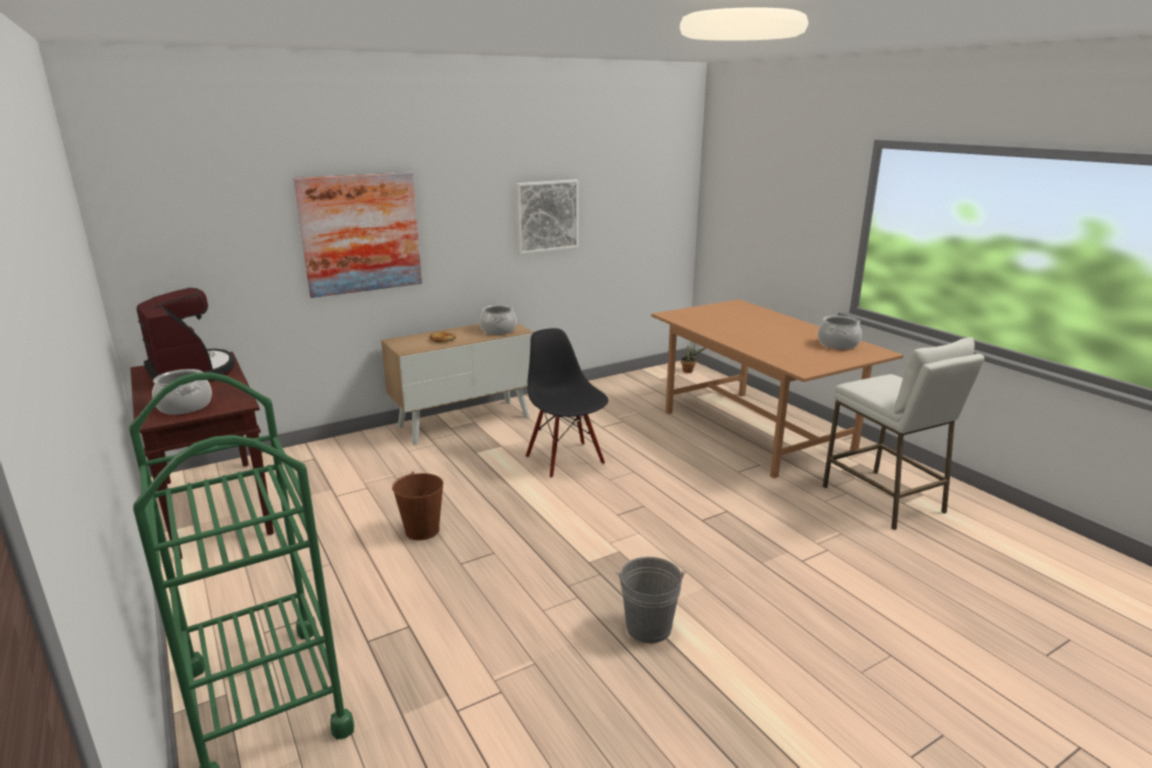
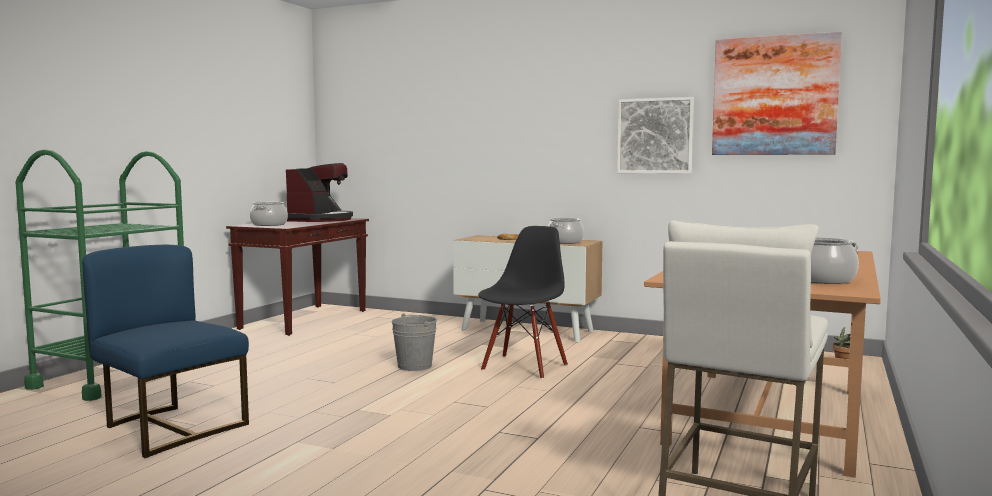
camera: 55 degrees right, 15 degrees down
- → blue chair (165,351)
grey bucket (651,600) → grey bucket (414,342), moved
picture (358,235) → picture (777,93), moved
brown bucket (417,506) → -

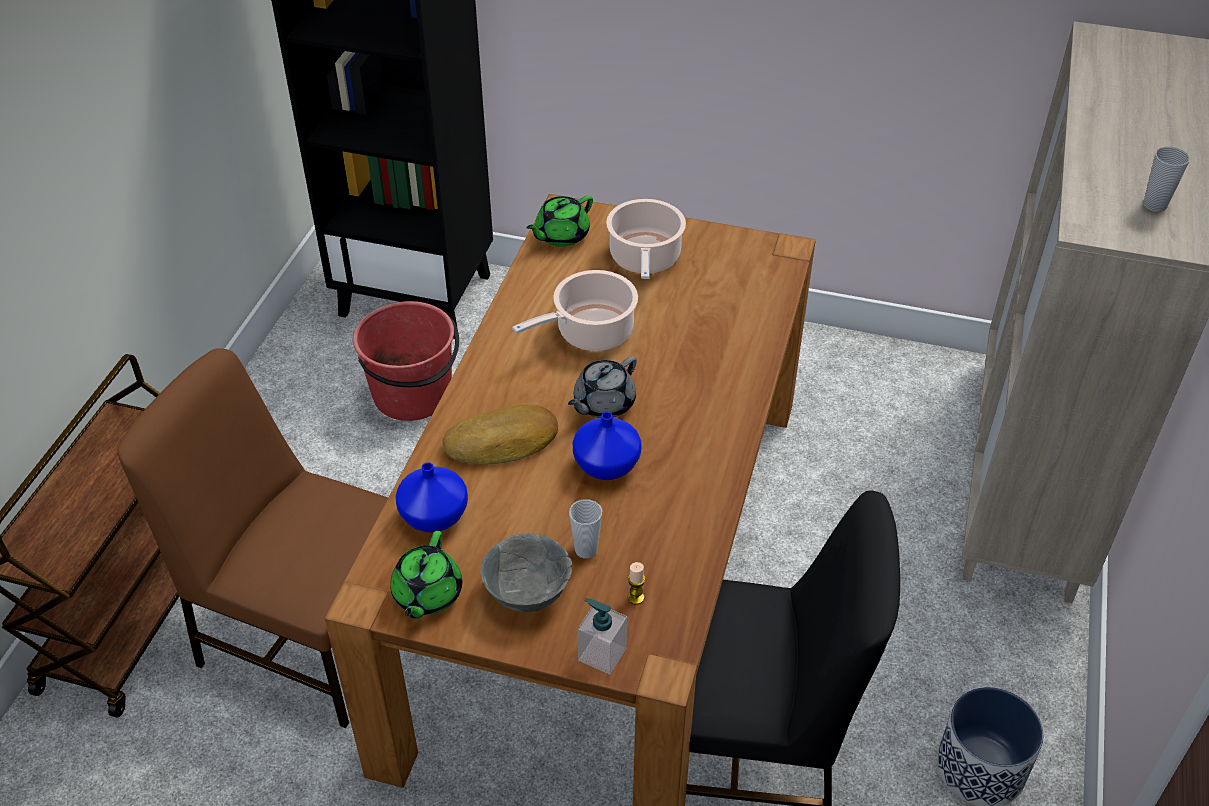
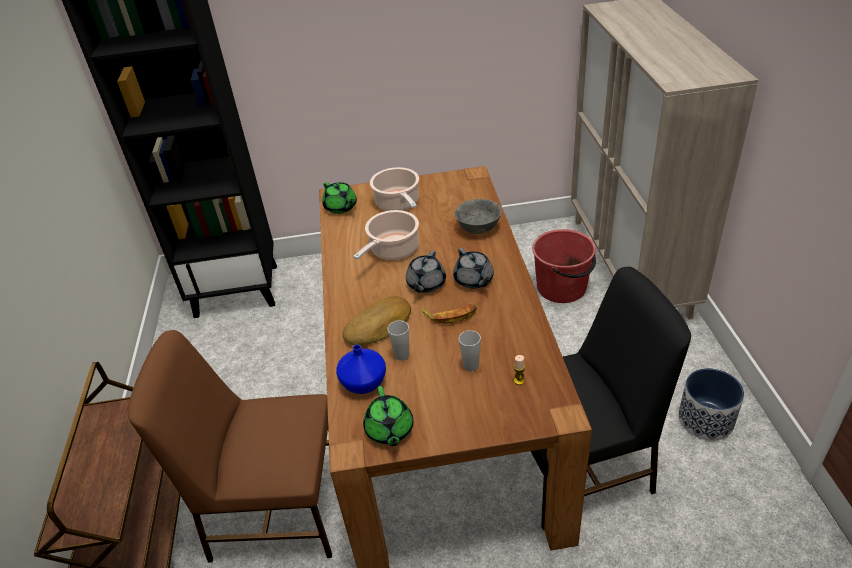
camera: 20 degrees left, 5 degrees down
green teapot (559,221) → green teapot (339,198), 60 degrees counterclockwise
cup (1166,179) → cup (398,340), moved
blue vase (607,446) → banana (449,314)
- → grey teapot (473,268)
grey bowl (526,572) → grey bowl (478,216), moved
red bucket (406,361) → red bucket (564,266), moved
soap dispenser (602,636) → -

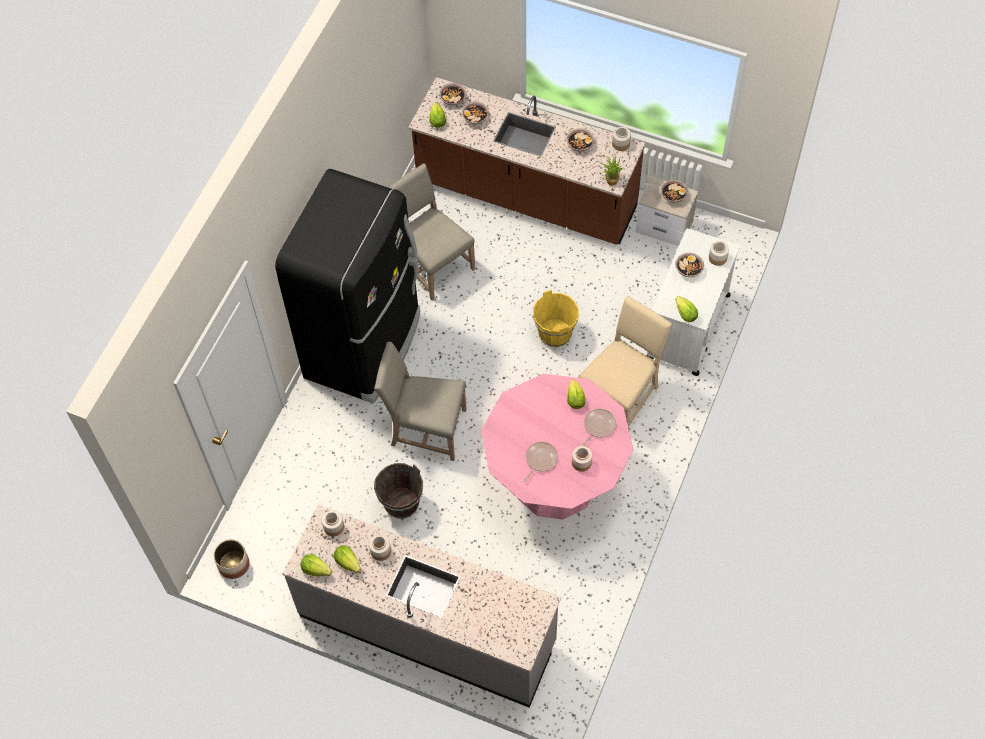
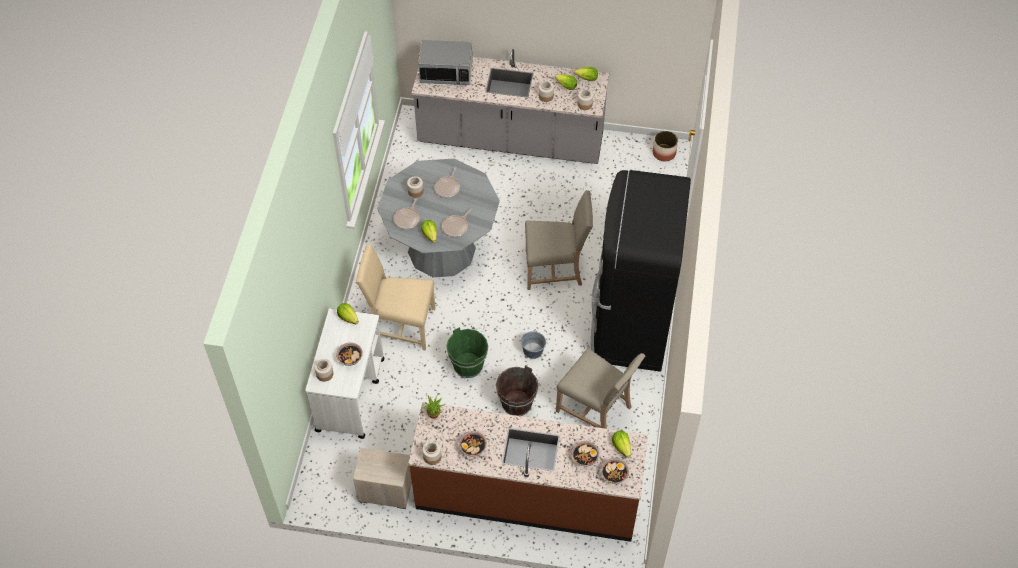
camera: 165 degrees right, 5 degrees down
beige chair (625,361) → beige chair (395,297), 75 degrees clockwise
pink dining table (557,446) → grey dining table (438,218)
- → microwave (445,62)
- → frying pan (457,222)
yellow bucket (556,318) → green bucket (467,352)
brown bucket (398,491) → brown bucket (517,390), moved
- → grey bucket (533,345)
bowl (674,191) → -

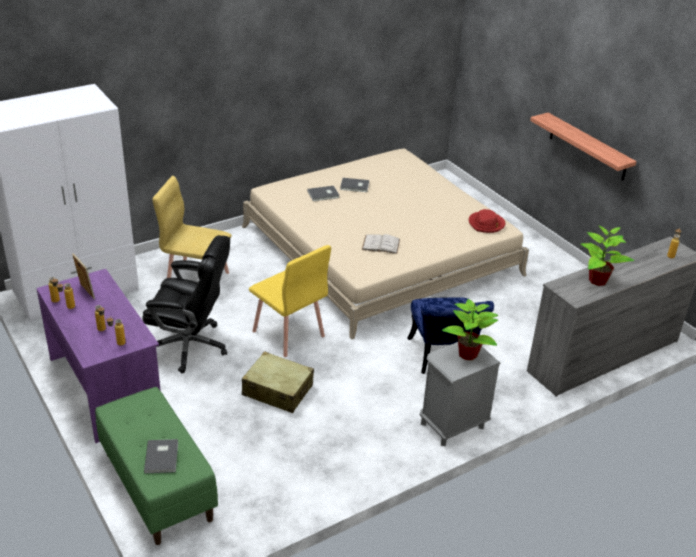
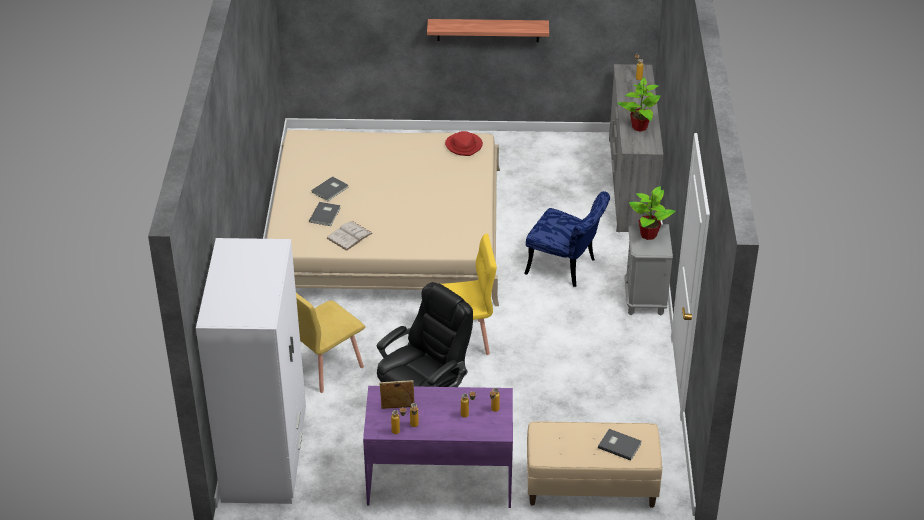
camera: 55 degrees left, 5 degrees up
white book (381,244) → white book (349,236), moved
green bench (156,466) → beige bench (594,464)
beige suitcase (278,382) → -

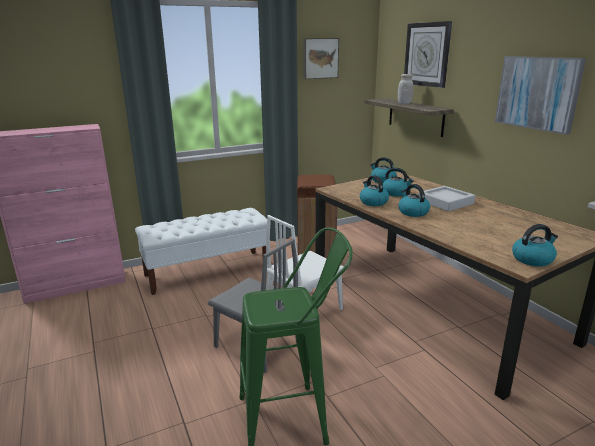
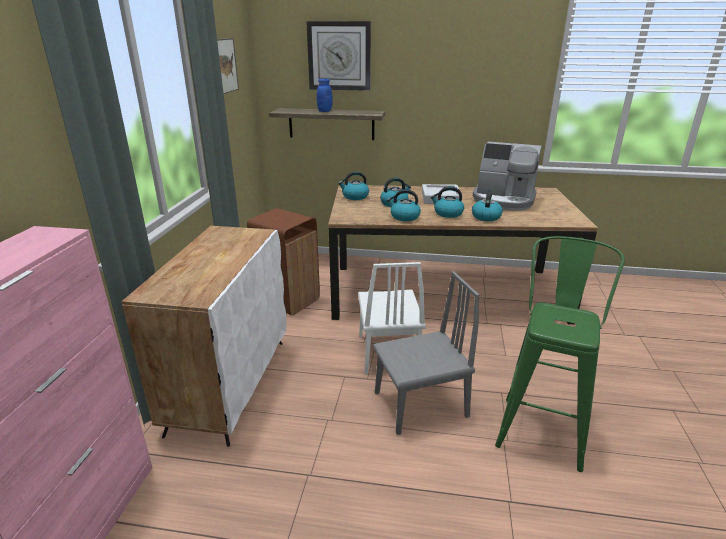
camera: 55 degrees left, 5 degrees up
white bench (201,251) → white cabinet (204,336)
white jar (406,89) → blue jar (325,95)
kettle (535,245) → kettle (487,205), moved
- → coffee machine (507,176)
picture (540,95) → -

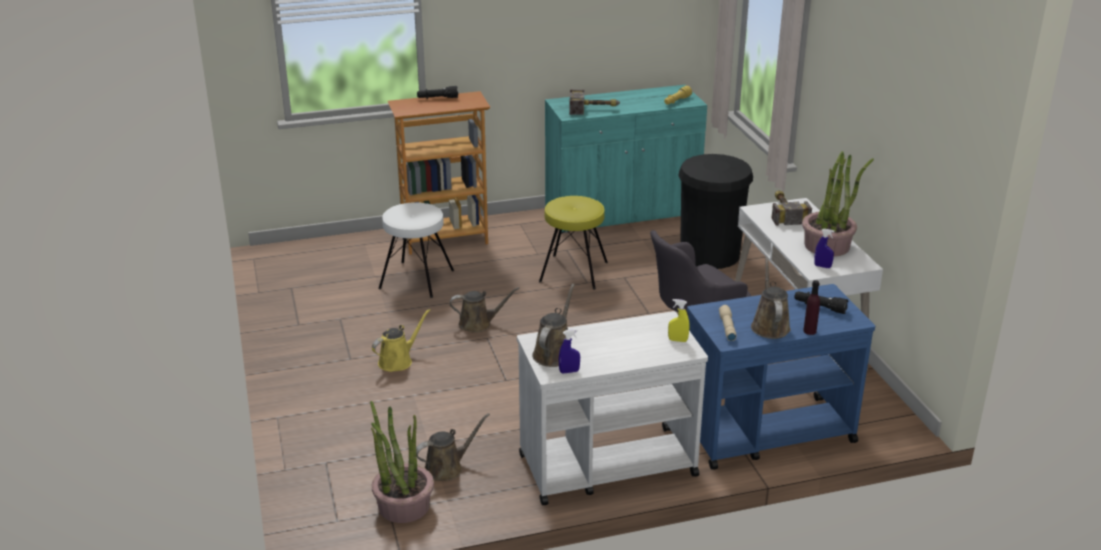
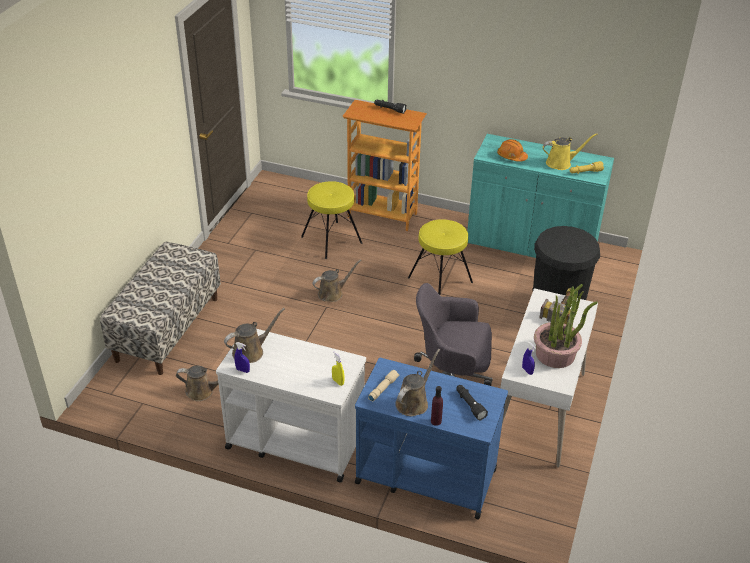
camera: 35 degrees right, 10 degrees up
- → bench (160,308)
white stool (416,250) → yellow stool (331,220)
brown watering can (485,310) → brown watering can (337,280), 60 degrees counterclockwise
hammer (594,102) → orange hard hat (512,150)
yellow watering can (401,340) → yellow watering can (570,151), moved
potted plant (402,462) → -

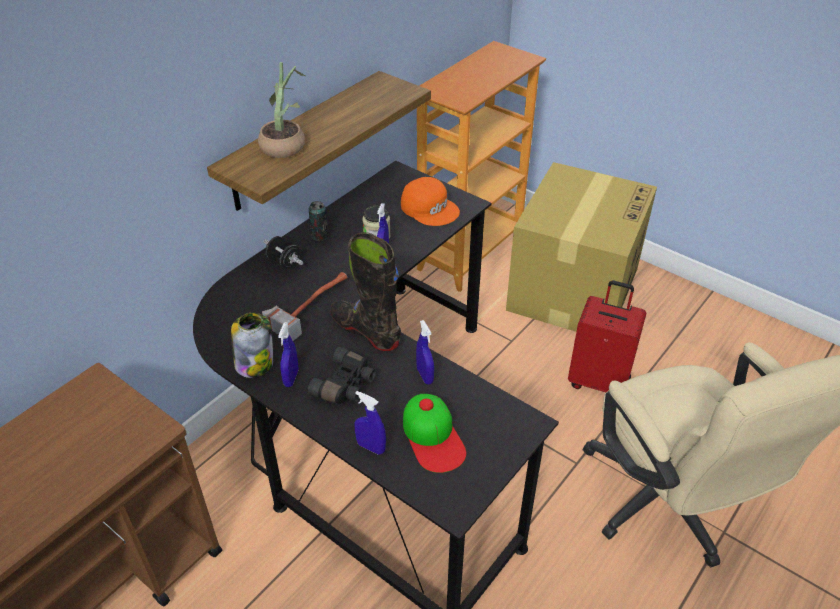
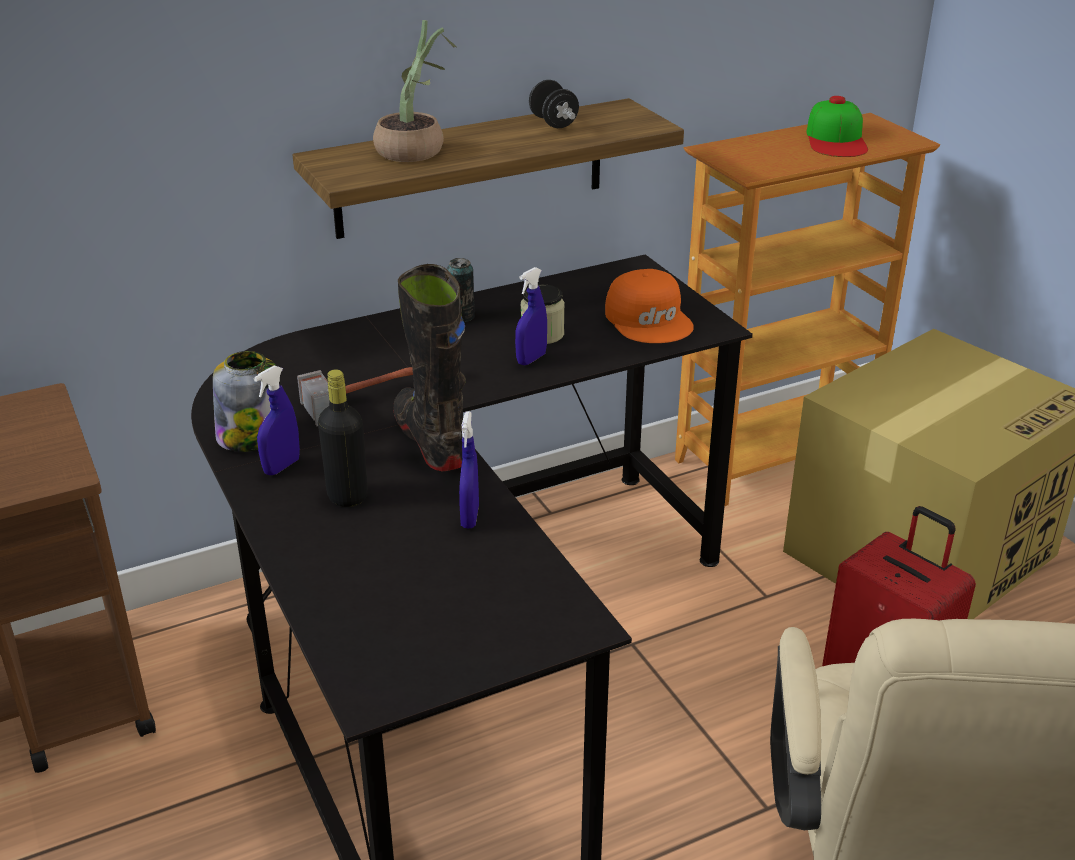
camera: 25 degrees right, 10 degrees down
black binoculars (342,375) → black bottle (343,438)
black dumbbell (283,252) → black dumbbell (554,104), moved
cap (434,433) → cap (837,126), moved
blue spray bottle (370,423) → -

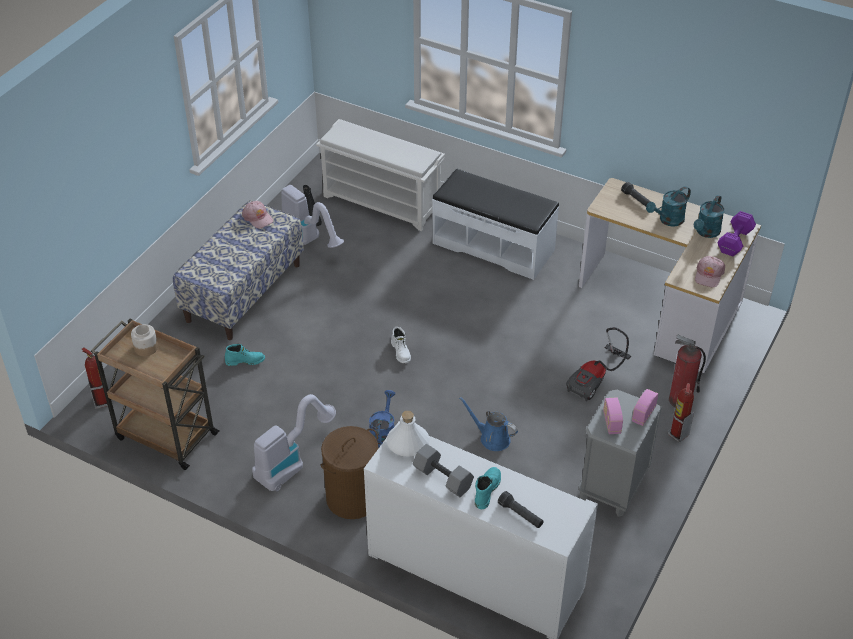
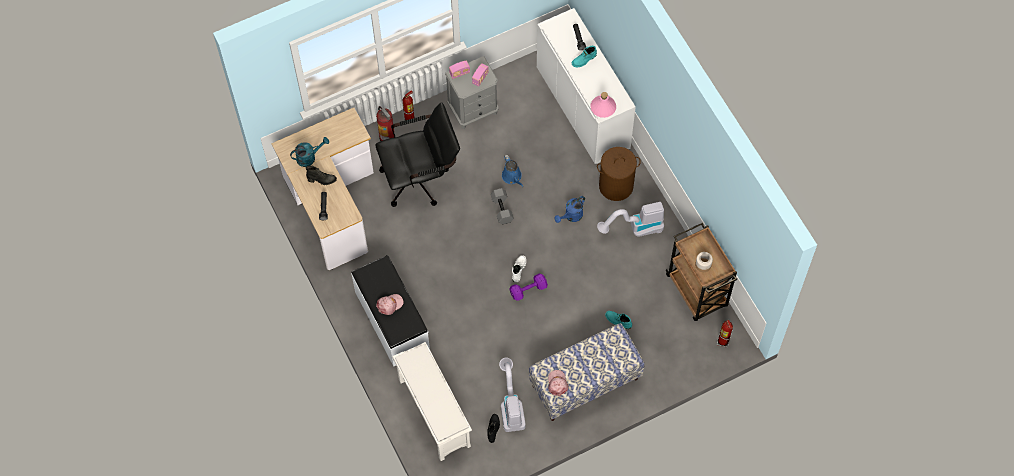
camera: 145 degrees left, 20 degrees up
turquoise watering can (668,206) → black boot (321,175)
vacuum cleaner (598,364) → black office chair (417,154)
pink cap (710,271) → pink cap (390,304), moved
grey dumbbell (443,470) → grey dumbbell (502,206), moved
purple dumbbell (736,233) → purple dumbbell (528,287), moved
white bottle (408,434) → pink bottle (603,105)

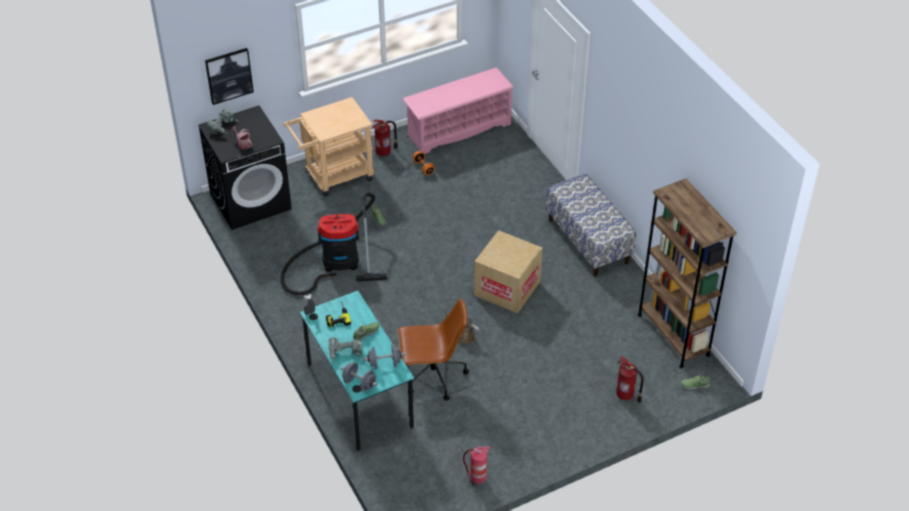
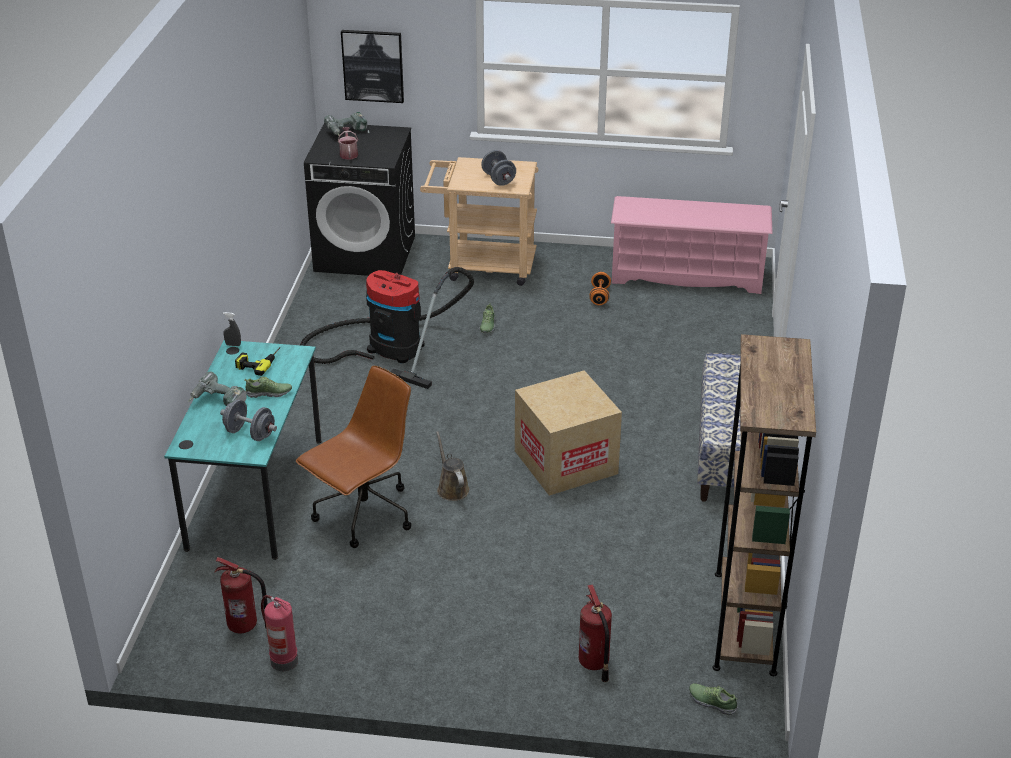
camera: 35 degrees right, 10 degrees down
fire extinguisher (385,138) → fire extinguisher (241,595), moved
brown office chair (433,349) → brown office chair (353,457), 75 degrees counterclockwise
grey dumbbell (359,377) → grey dumbbell (498,168), moved

